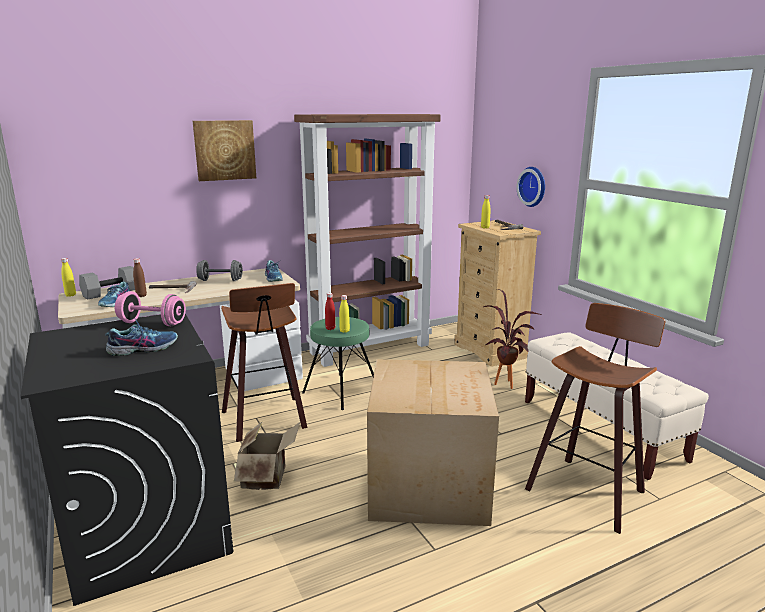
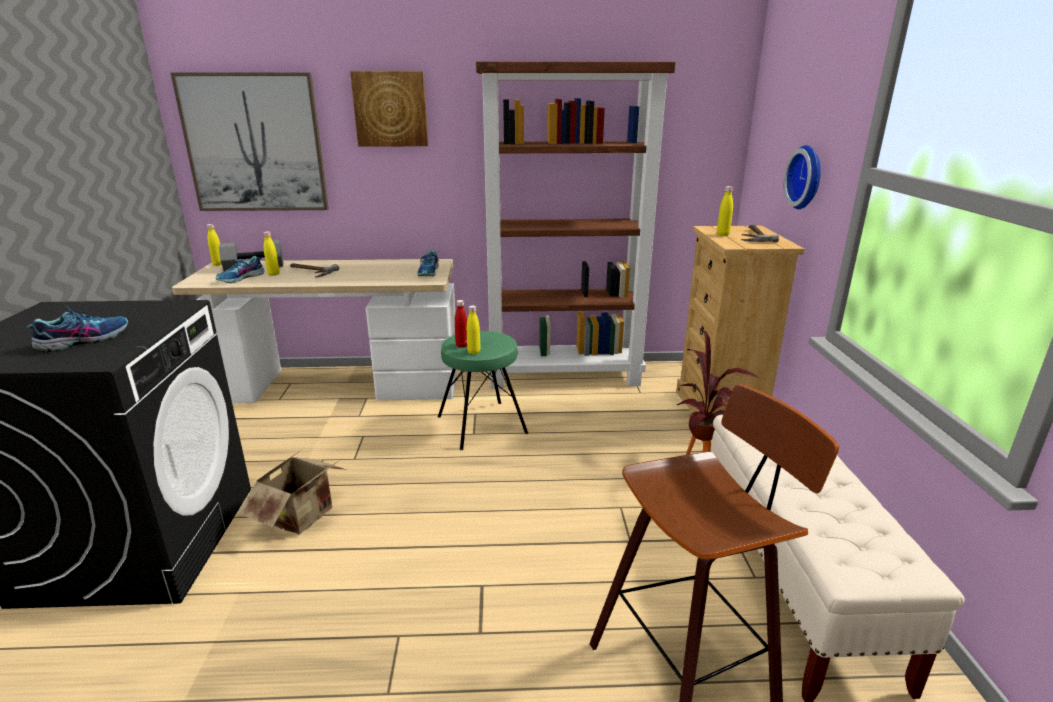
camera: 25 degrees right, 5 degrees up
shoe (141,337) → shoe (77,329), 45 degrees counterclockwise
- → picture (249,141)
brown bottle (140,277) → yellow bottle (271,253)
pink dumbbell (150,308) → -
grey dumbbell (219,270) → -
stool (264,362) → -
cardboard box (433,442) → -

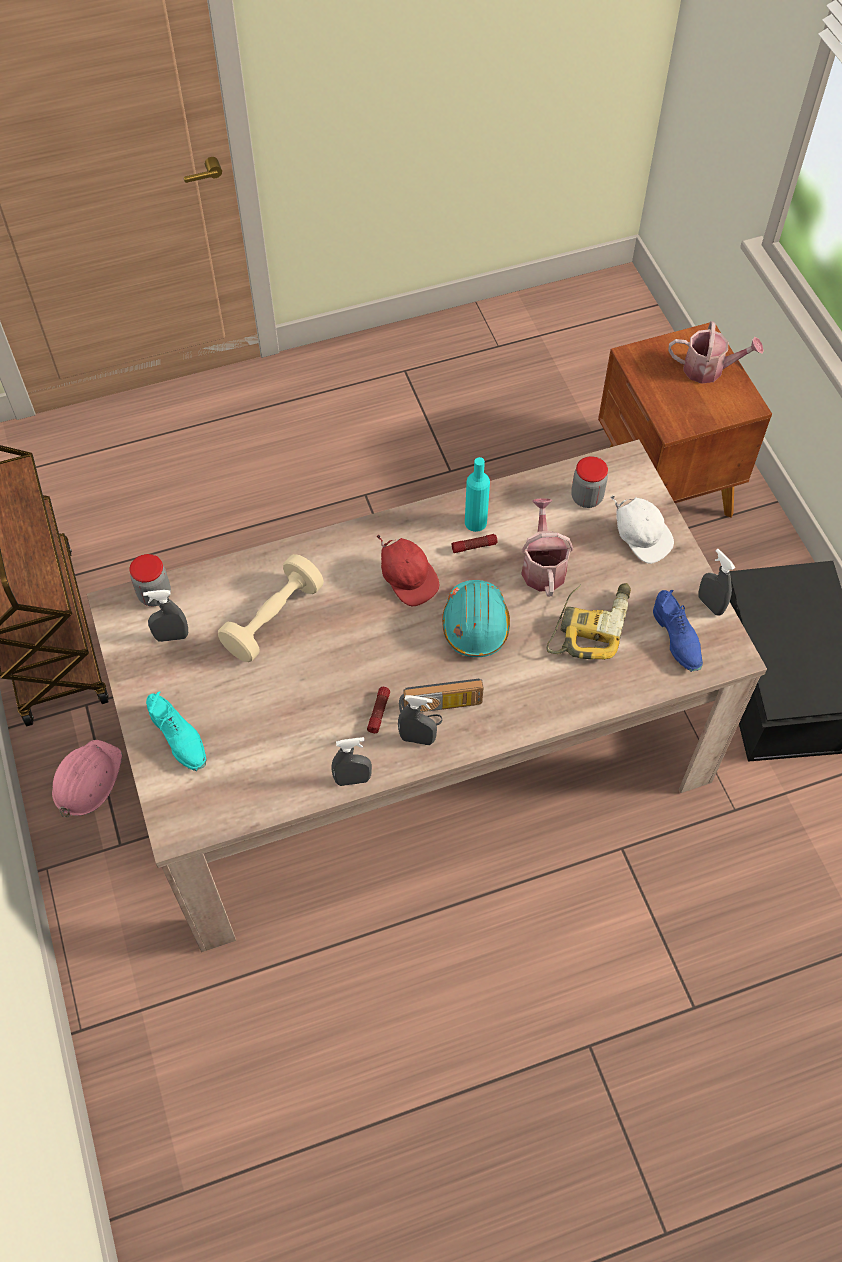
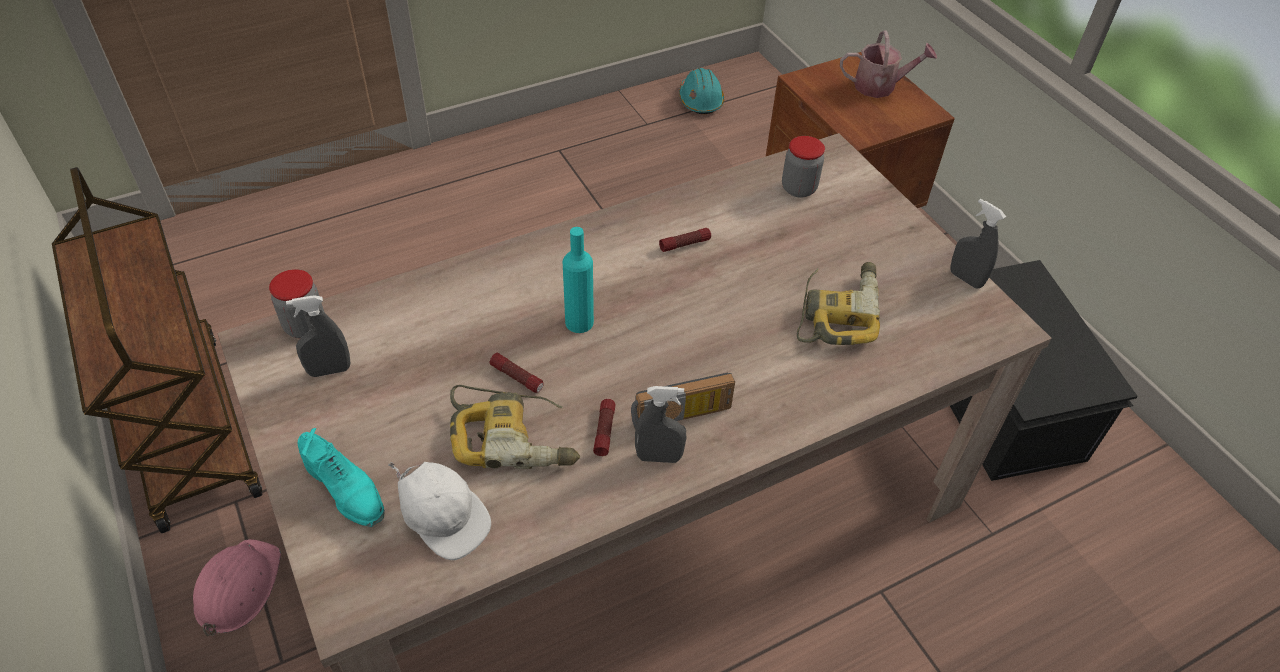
camera: 10 degrees left, 10 degrees down
white cap (642,530) → white cap (439,511), moved
- → power drill (515,427)
- → flashlight (517,373)
turquoise bottle (477,494) → turquoise bottle (578,280), moved
turquoise hard hat (476,618) → turquoise hard hat (701,91), moved
beige dumbbell (271,608) → -
grey spray bottle (351,761) → -
red cap (408,571) → -
watering can (547,547) → -
blue shoe (678,631) → -

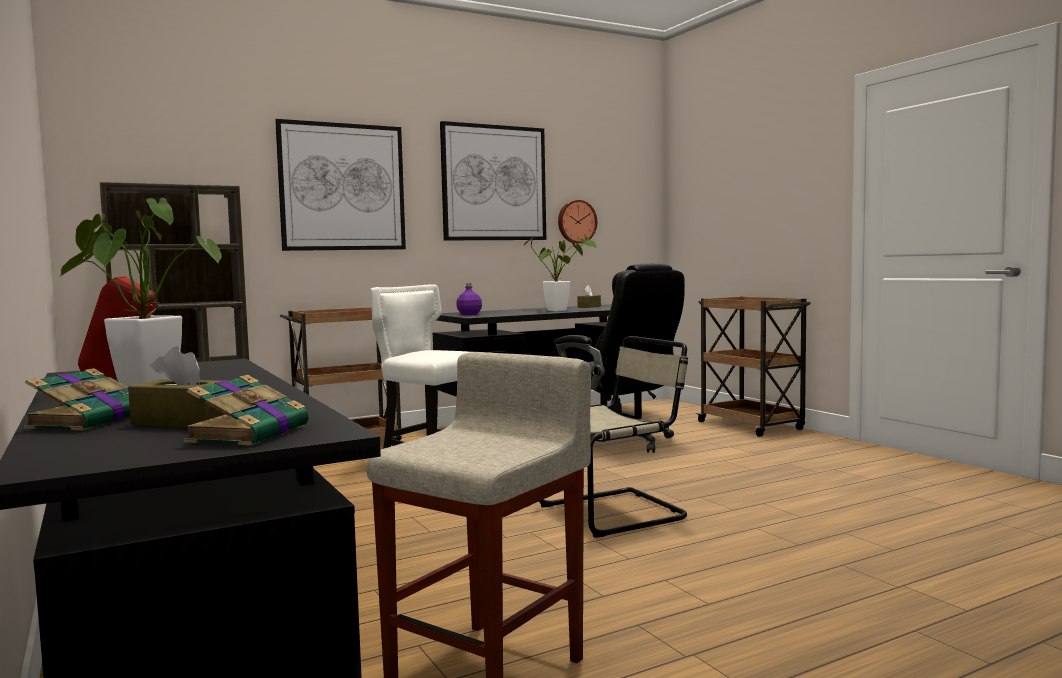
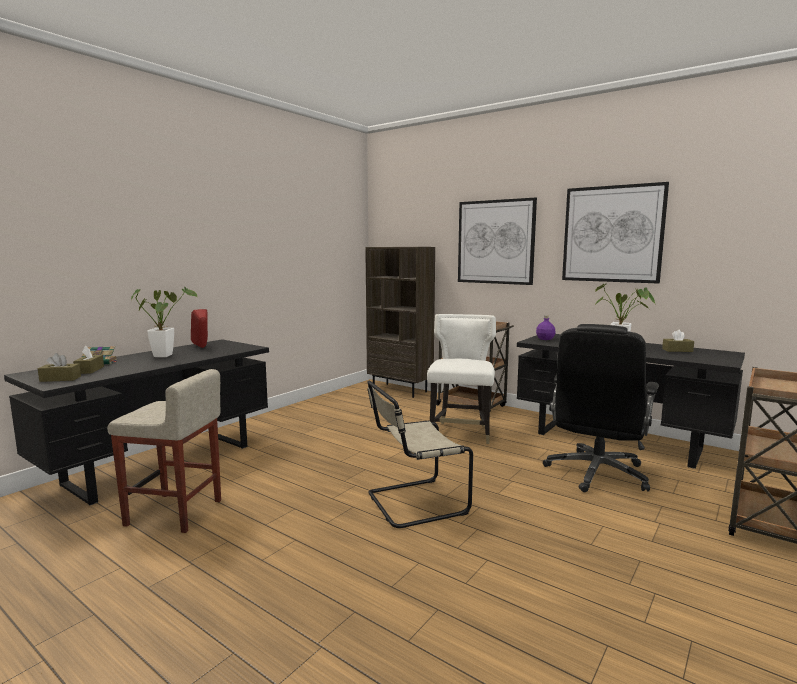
camera: 65 degrees right, 5 degrees up
book (246,410) → brown tissue box (59,367)
beige chair (613,437) → beige chair (420,454), 120 degrees clockwise
wall clock (577,222) → -

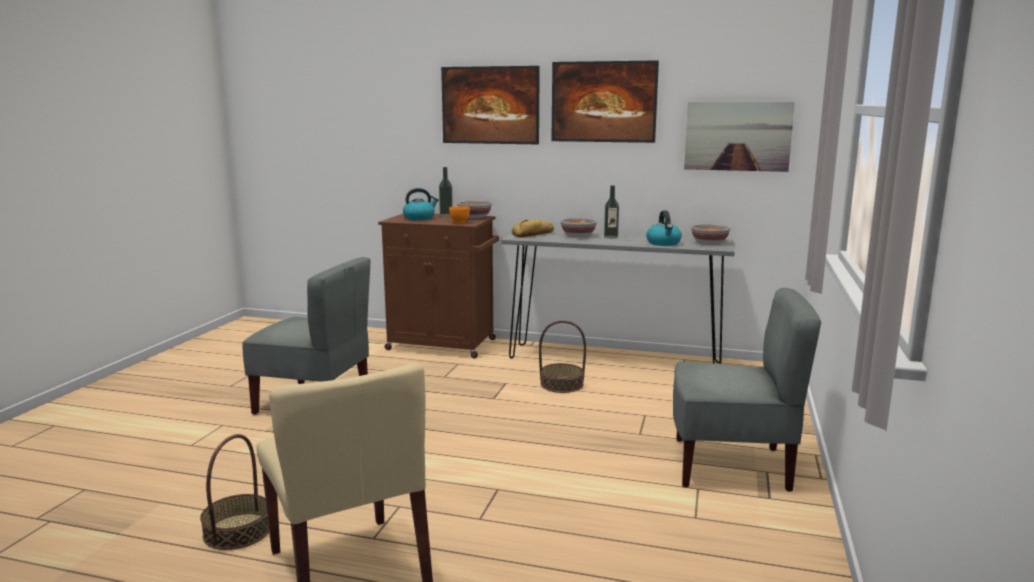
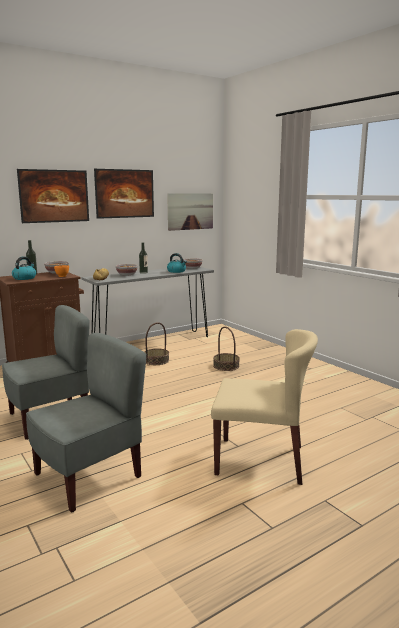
camera: 50 degrees left, 0 degrees up
grey chair (747,390) → grey chair (86,422), moved
basket (234,492) → basket (226,349), moved

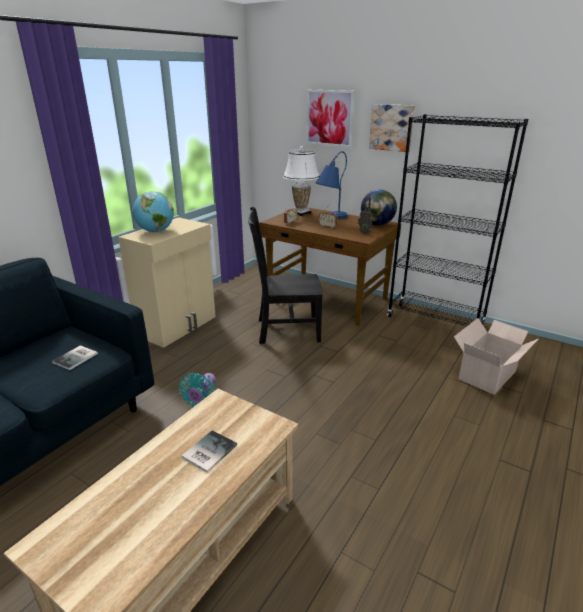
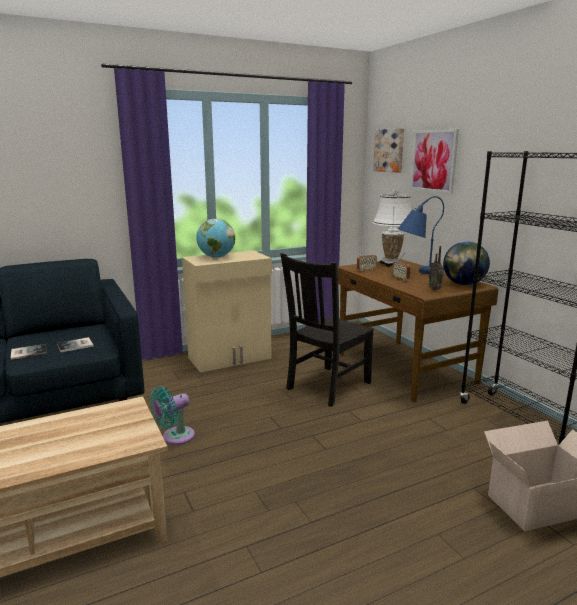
camera: 30 degrees right, 10 degrees down
book (209,451) → book (29,352), moved
black chair (285,275) → black chair (327,330), 75 degrees counterclockwise
picture (392,128) → picture (388,150), moved

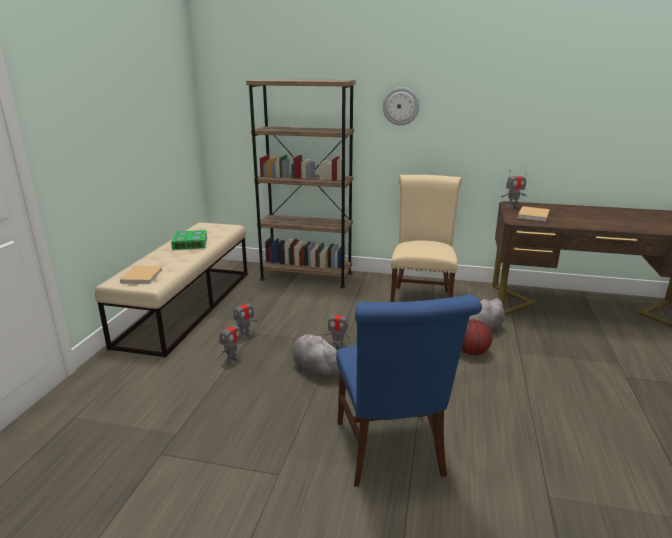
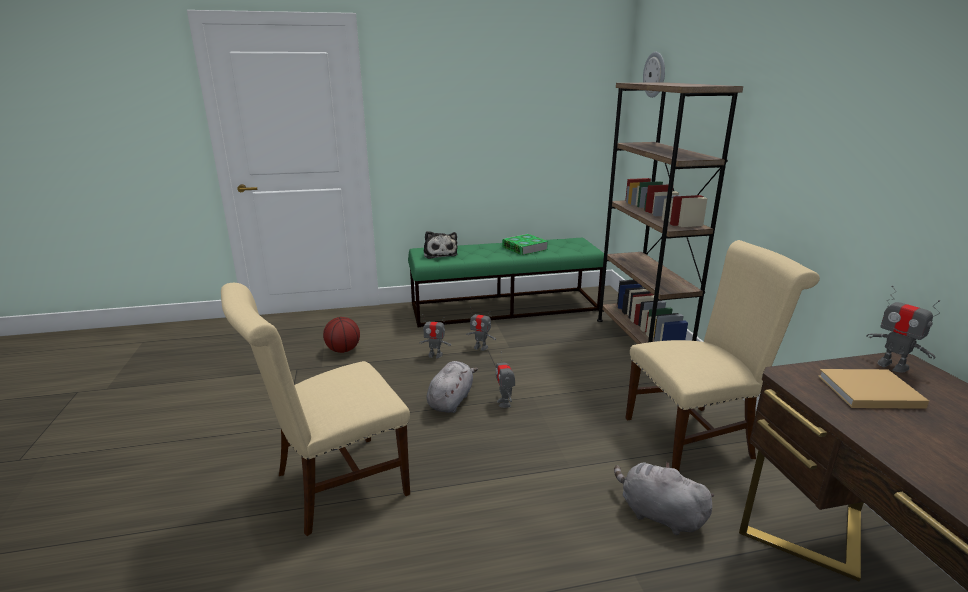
camera: 65 degrees right, 0 degrees up
blue chair (409,391) → beige chair (315,409)
basketball (476,337) → basketball (341,335), moved
beige bench (171,290) → green bench (506,282)
beige book (141,275) → plush toy (441,245)
wall clock (401,106) → wall clock (654,75), moved

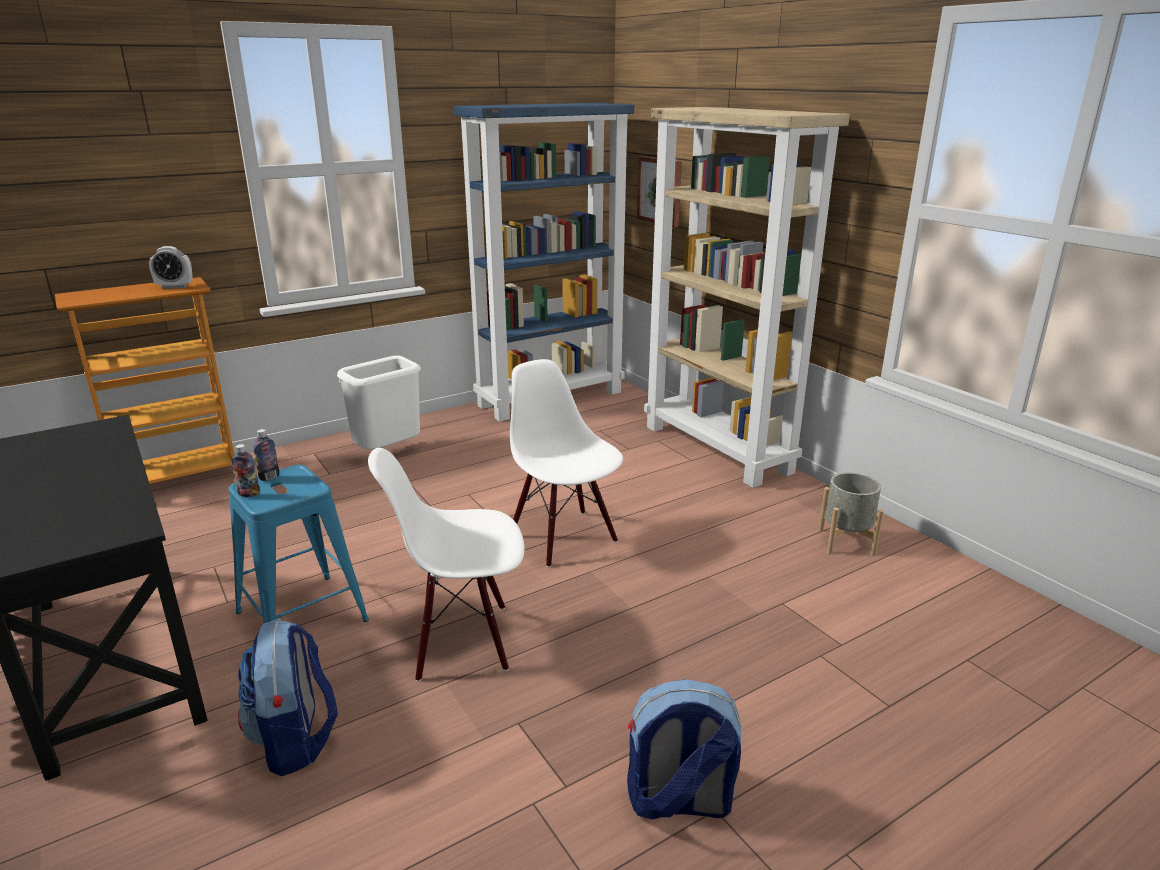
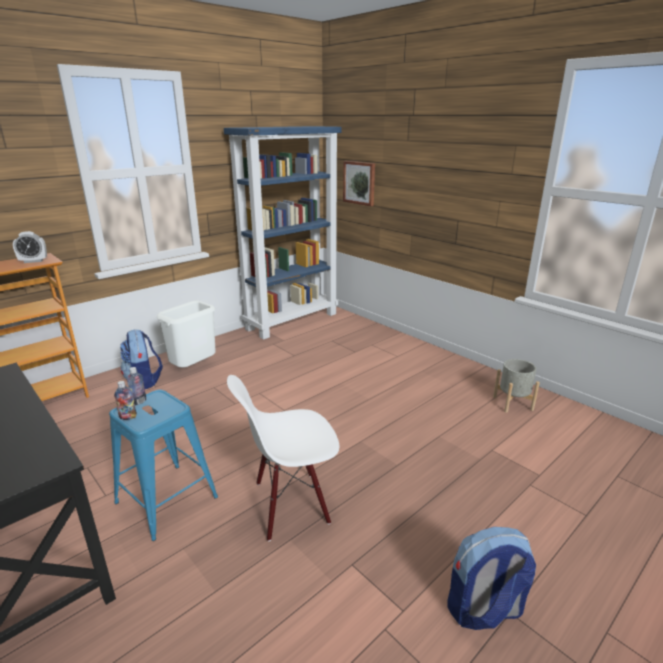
camera: 10 degrees left, 0 degrees up
backpack (288,697) → backpack (141,359), moved
white chair (566,463) → -
beige bookcase (747,297) → -

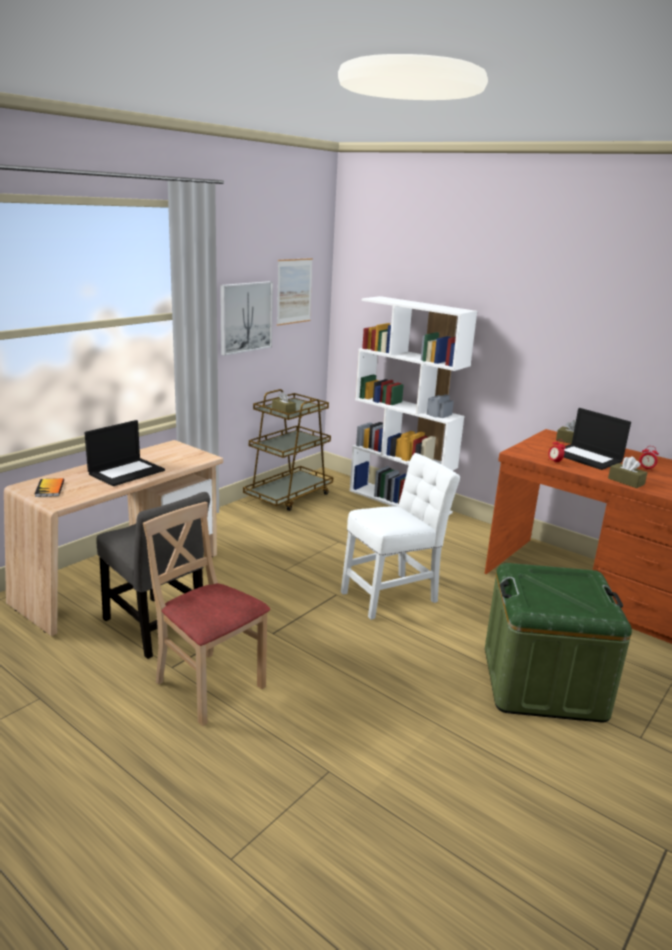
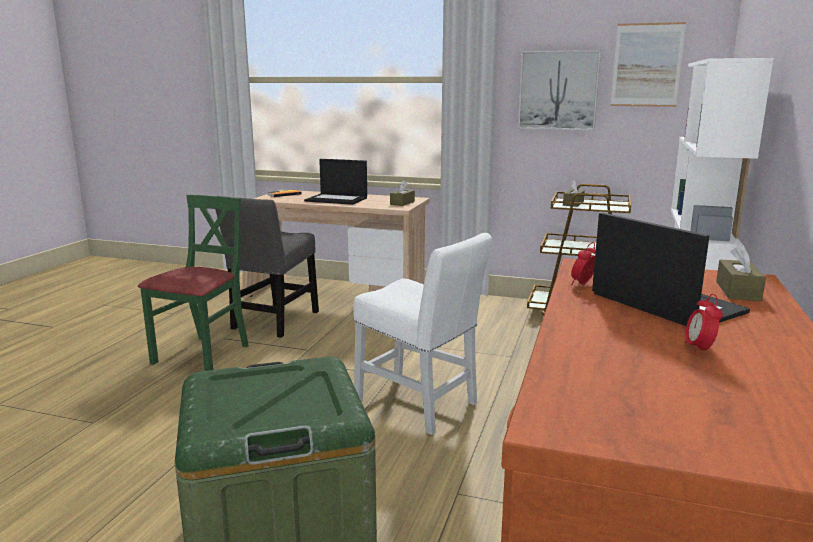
camera: 70 degrees right, 5 degrees down
beige chair (206,614) → green chair (193,283)
brown tissue box (628,472) → brown tissue box (402,193), moved
laptop (597,439) → laptop (671,269), 120 degrees clockwise

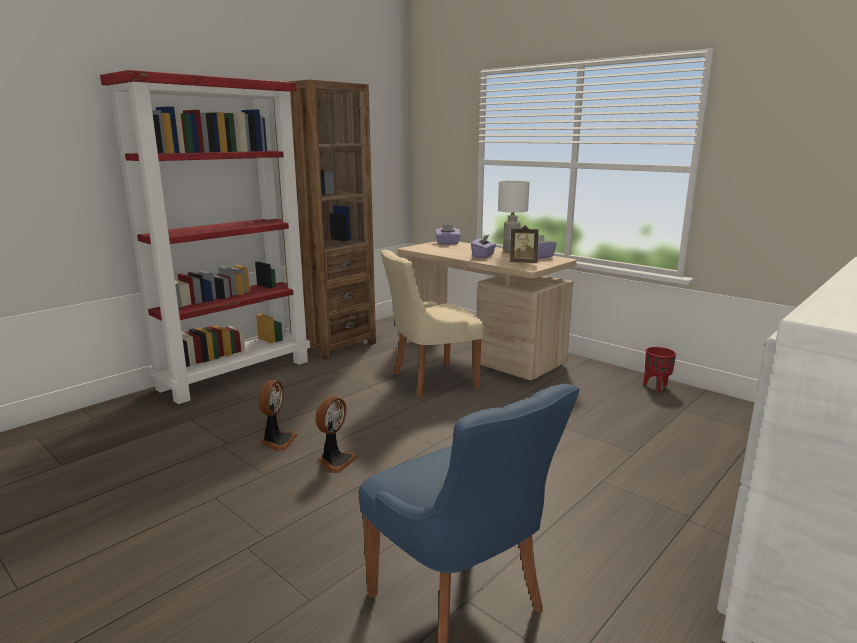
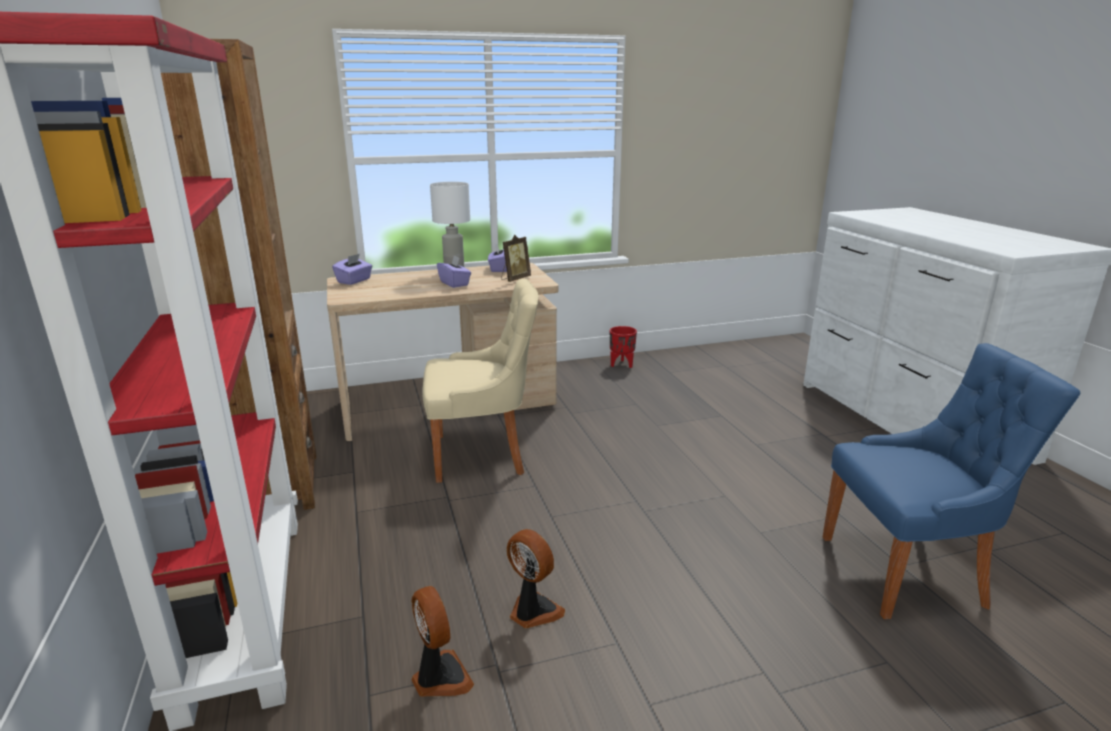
camera: 60 degrees left, 5 degrees up
fan (336,434) → fan (442,641), moved
beige chair (432,324) → beige chair (480,381), 105 degrees counterclockwise

